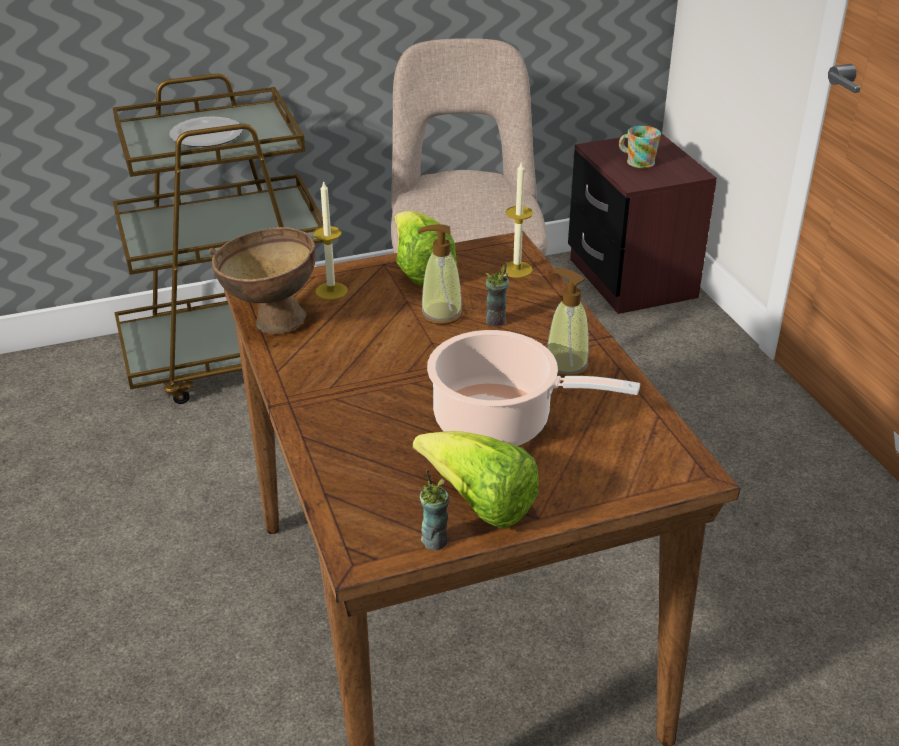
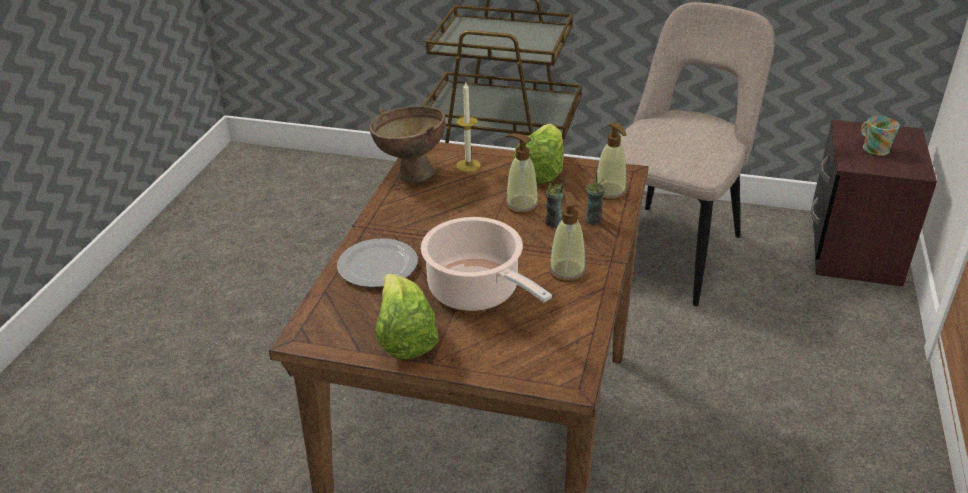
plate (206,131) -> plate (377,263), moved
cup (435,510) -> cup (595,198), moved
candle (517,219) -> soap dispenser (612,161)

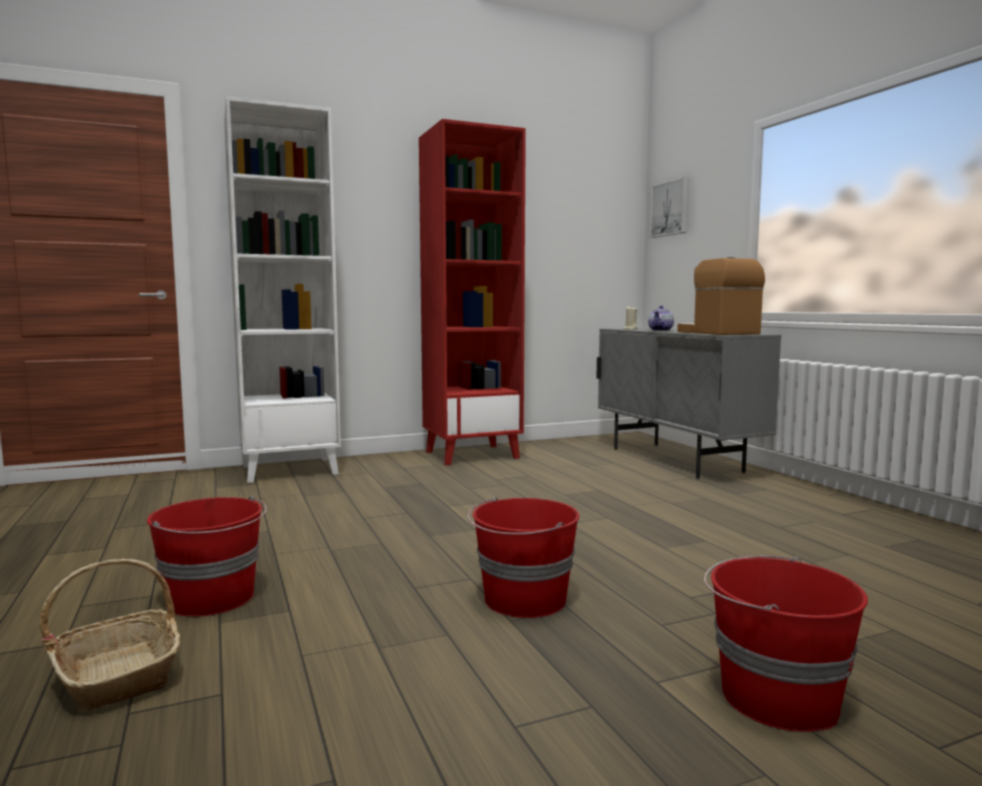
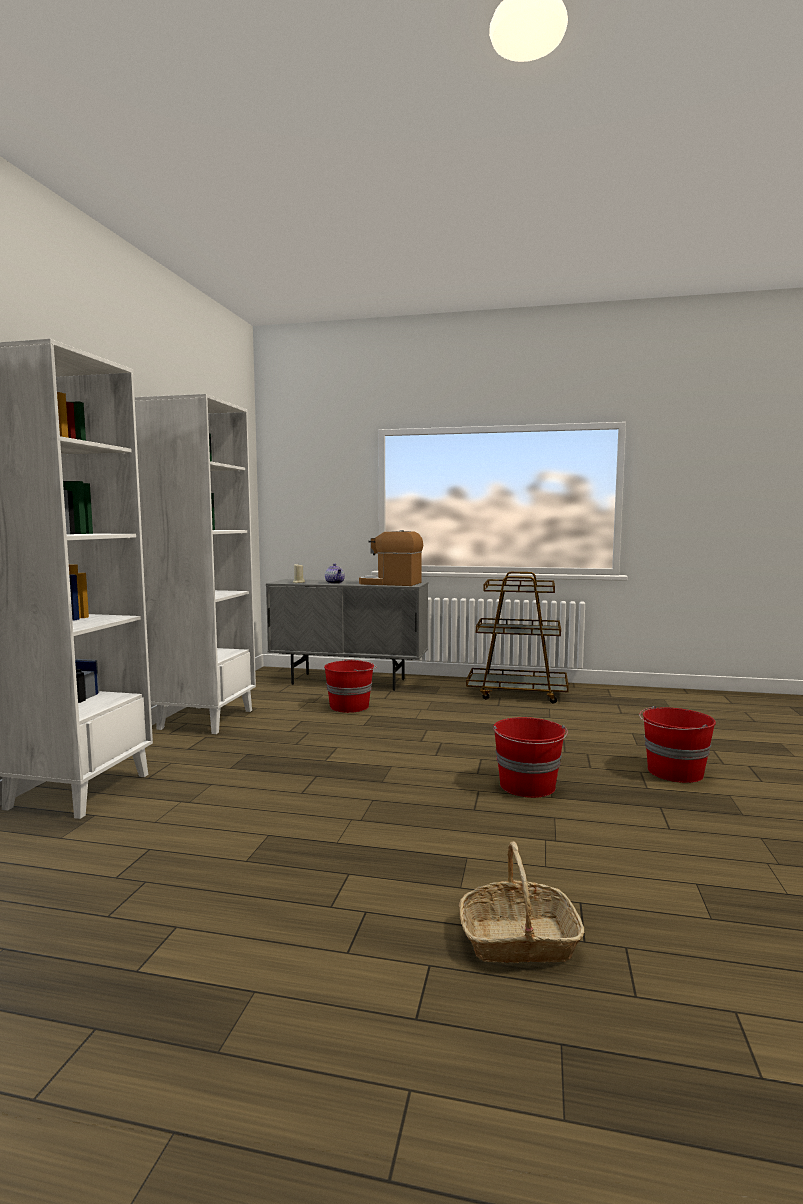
red bucket (207,556) -> red bucket (350,686), moved
red bookcase (472,292) -> white bookcase (195,564)
picture (669,208) -> none
none -> brown cart (517,637)

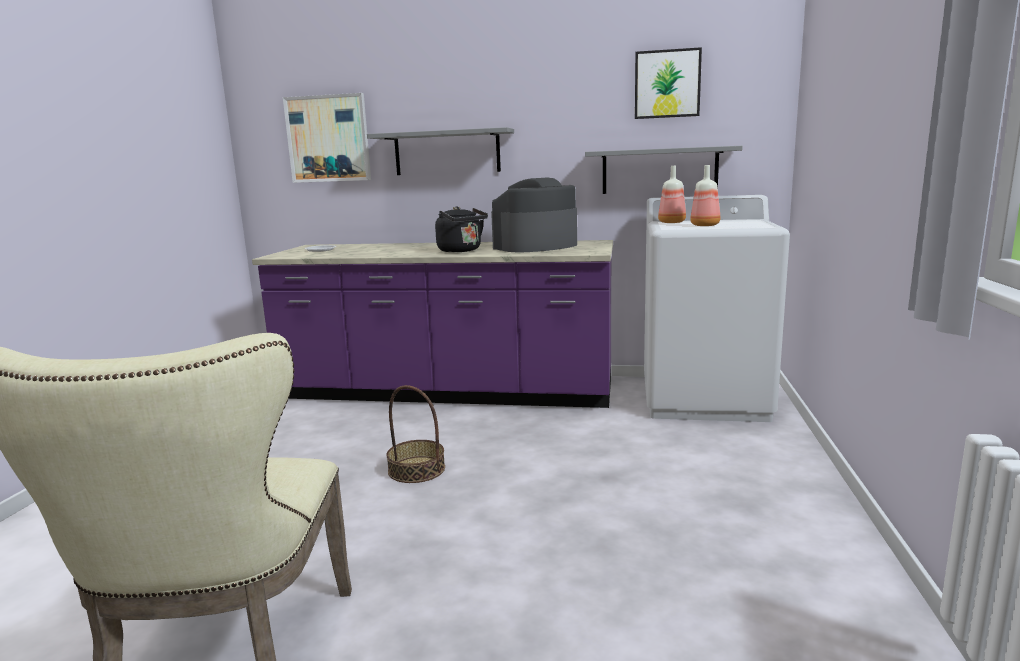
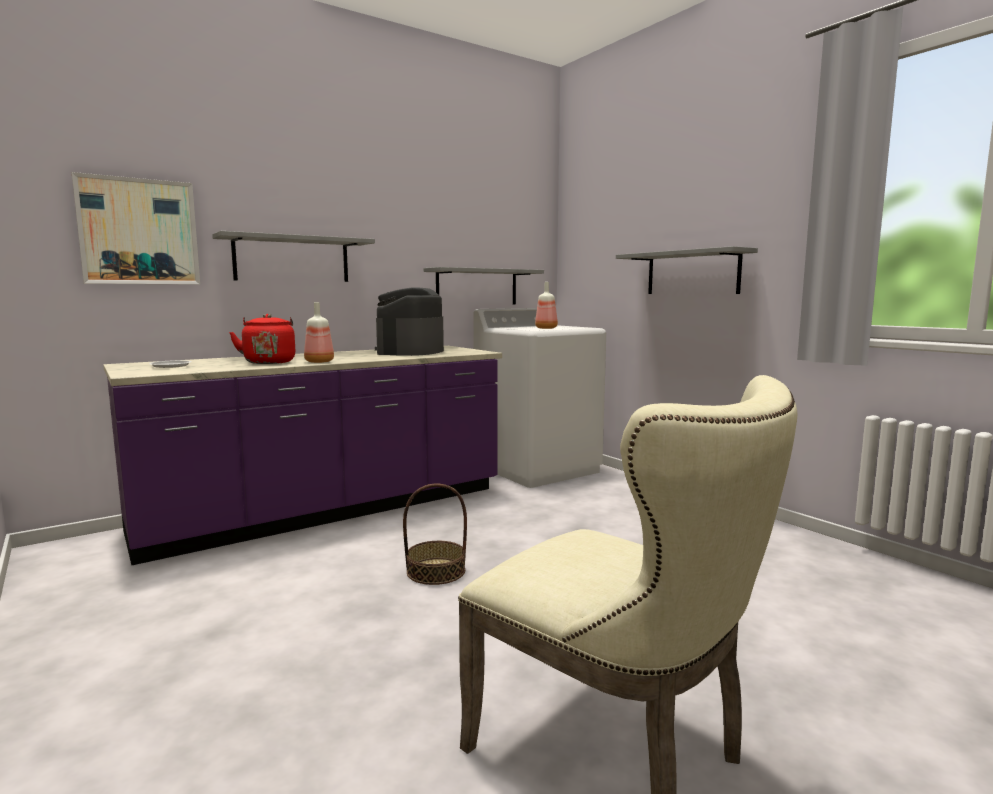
black kettle (461,229) -> none
picture (668,83) -> none
bottle (672,194) -> bottle (319,332), moved
none -> red kettle (262,339)
none -> grey shelf (687,270)

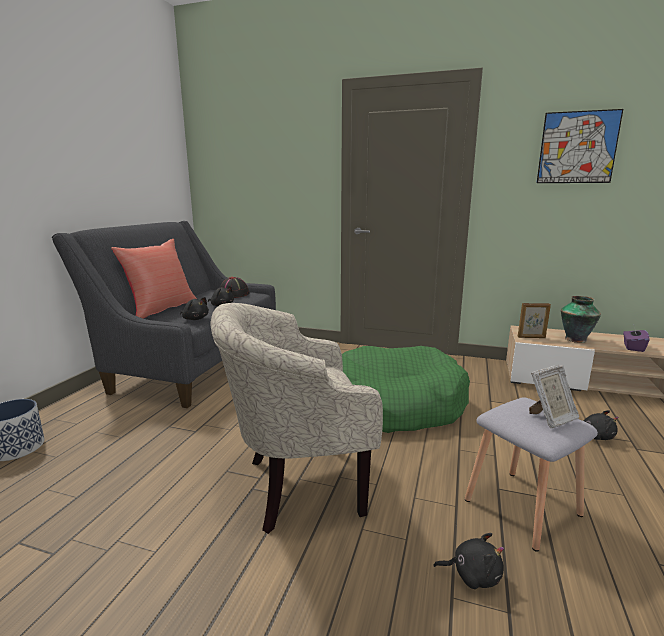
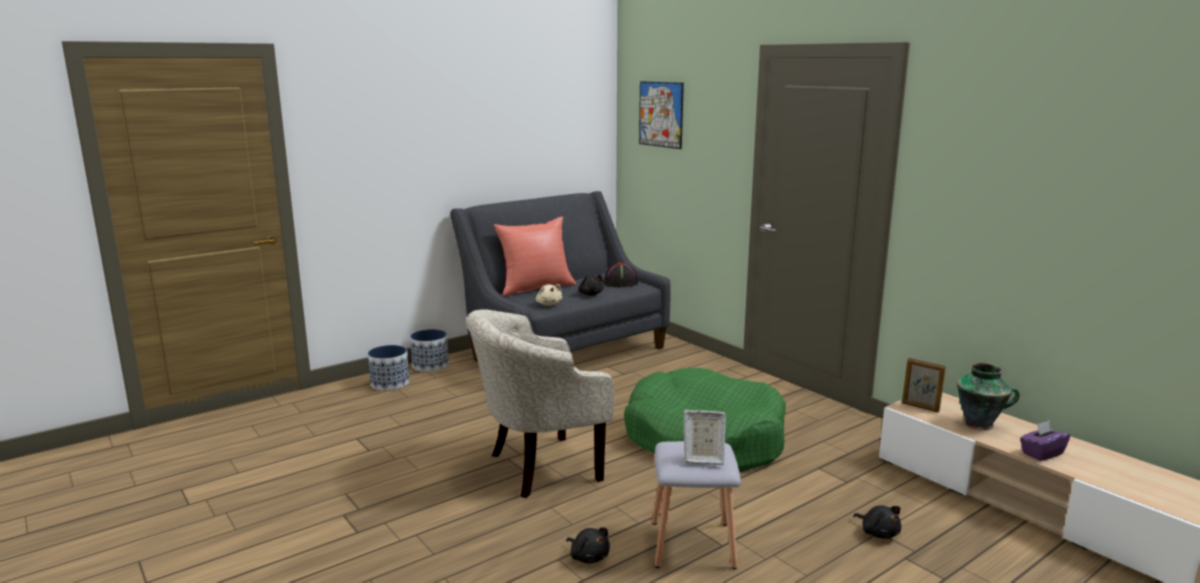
black plush toy (194,308) -> beige plush toy (549,295)
beige armchair (296,418) -> beige armchair (540,403), 45 degrees counterclockwise
picture (580,146) -> picture (661,115), moved
none -> planter (429,350)

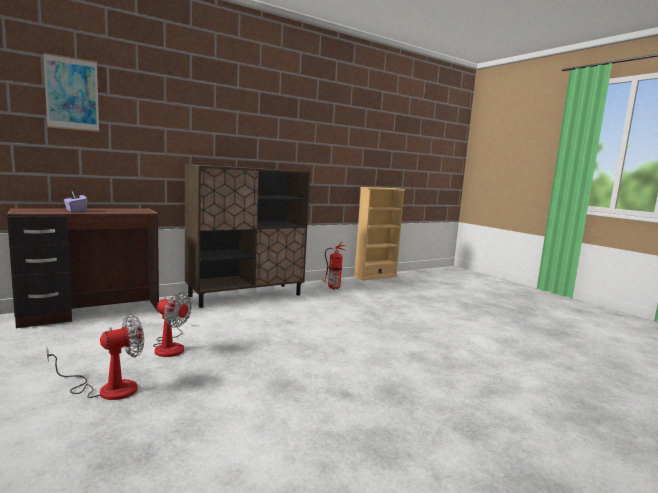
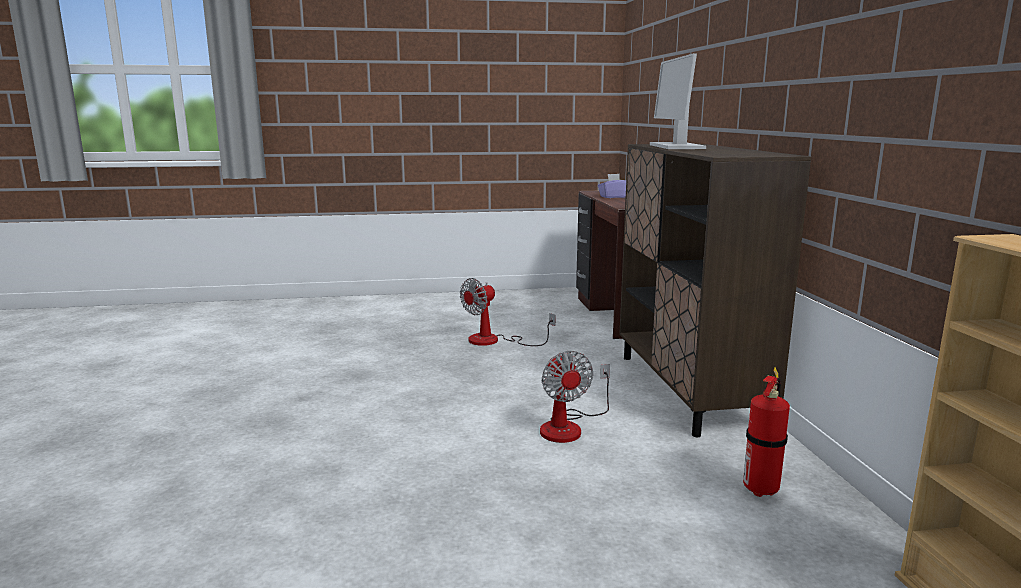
picture (71,92) -> none
fan (95,357) -> fan (575,397), moved
none -> monitor (678,101)

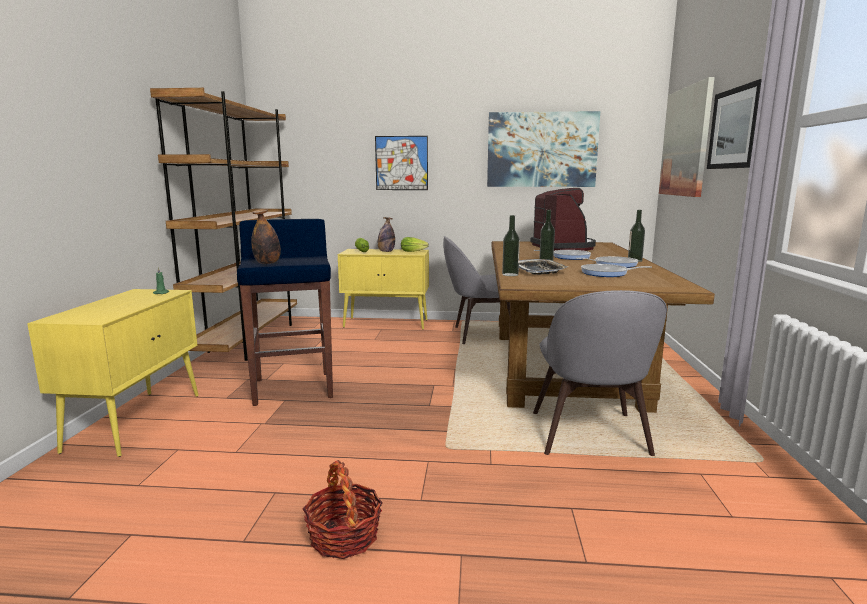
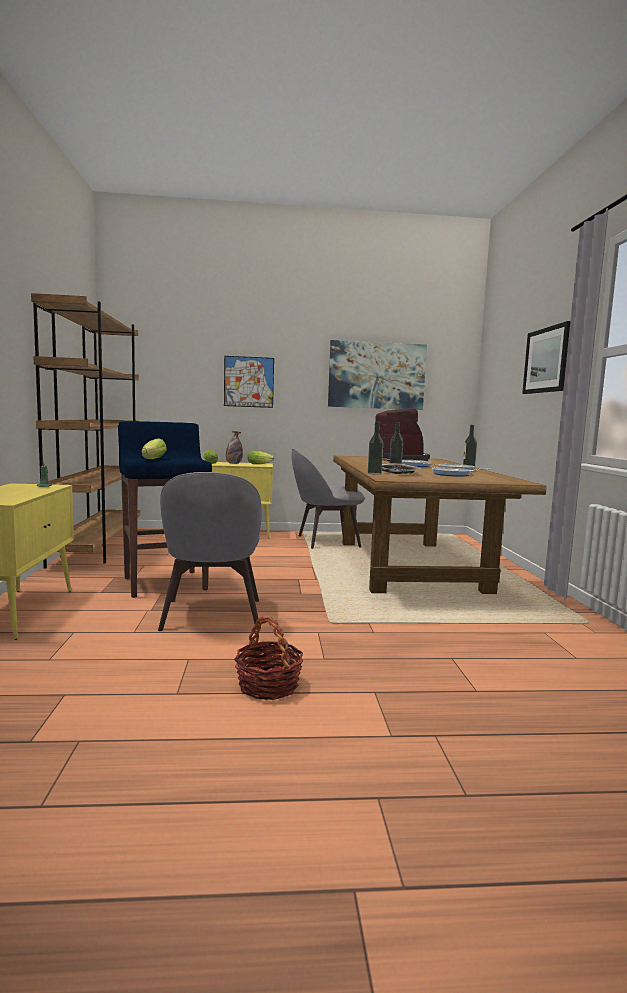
bottle (266,236) -> lettuce (154,448)
grey chair (600,373) -> grey chair (209,551), moved
picture (687,137) -> none

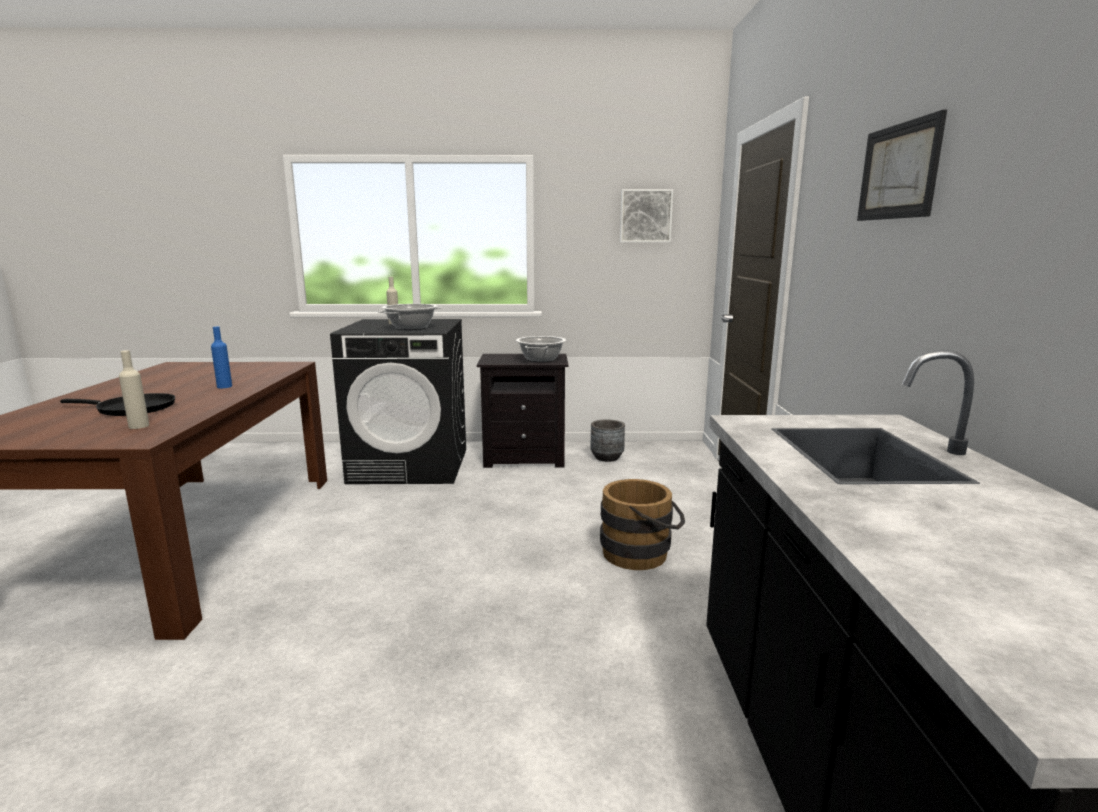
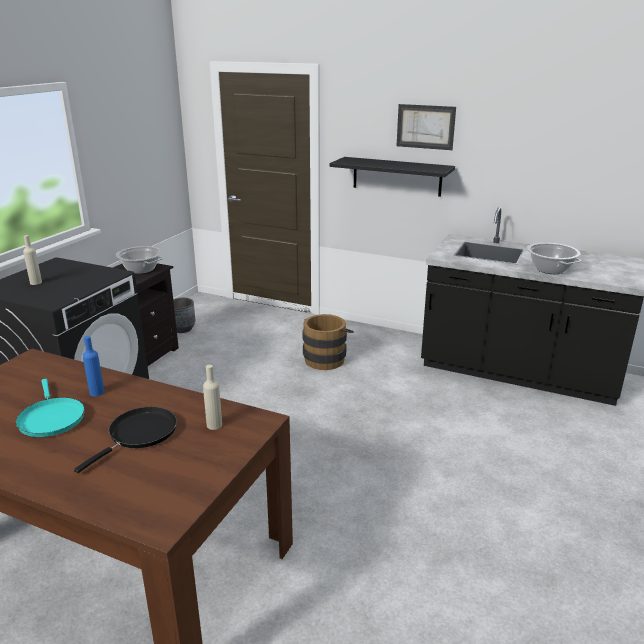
cooking pot (409,317) -> cooking pot (554,258), moved
picture (646,216) -> none
none -> turquoise frying pan (50,408)
none -> black shelf (392,177)

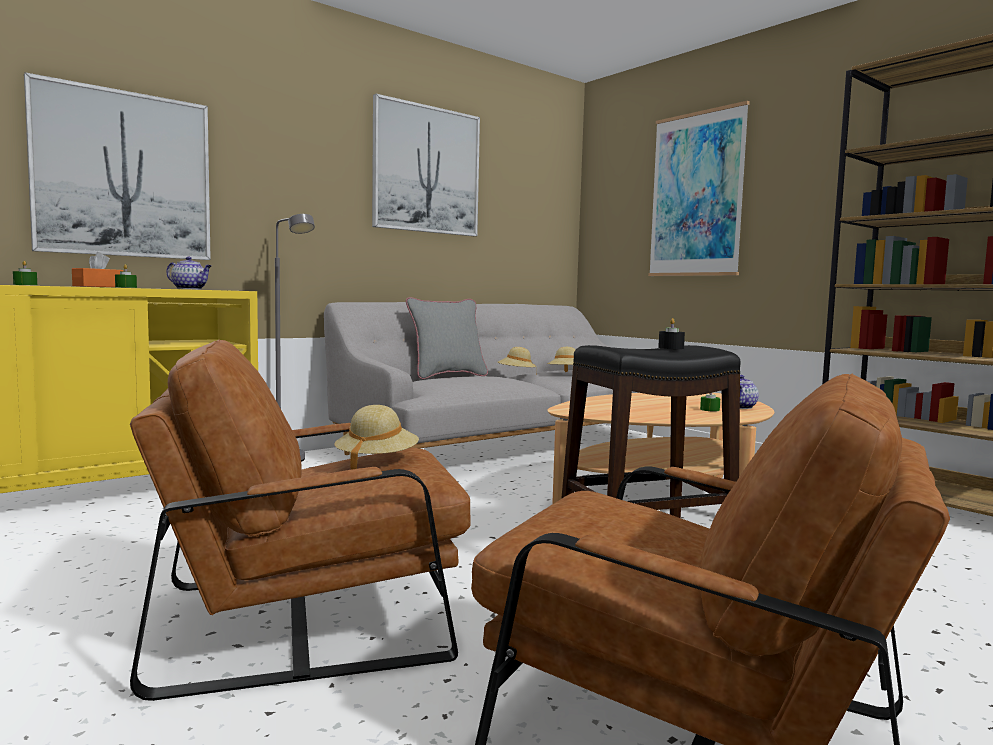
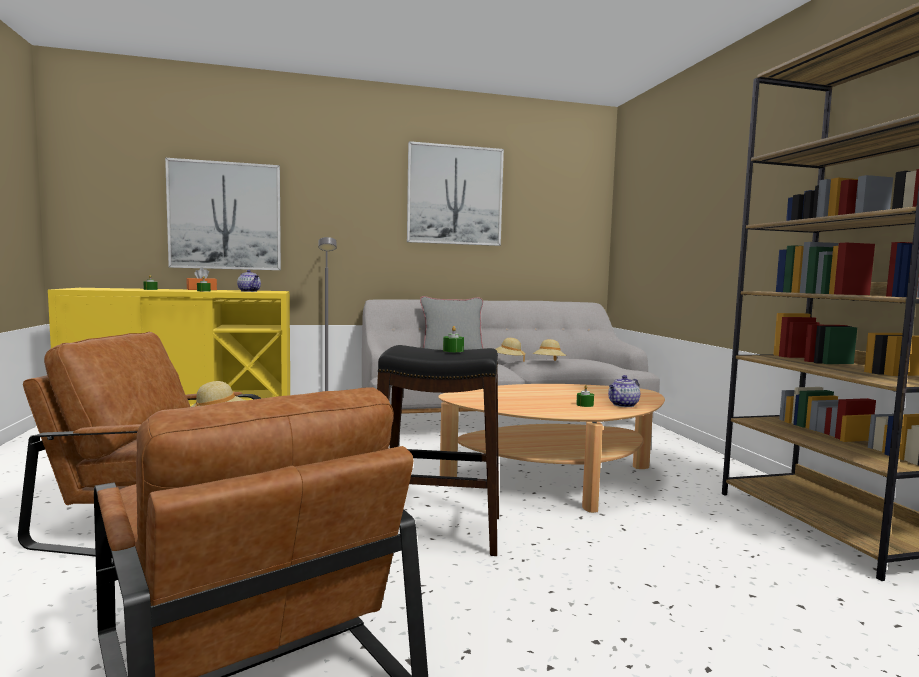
picture (699,188) -> none
black candle (671,333) -> green candle (453,339)

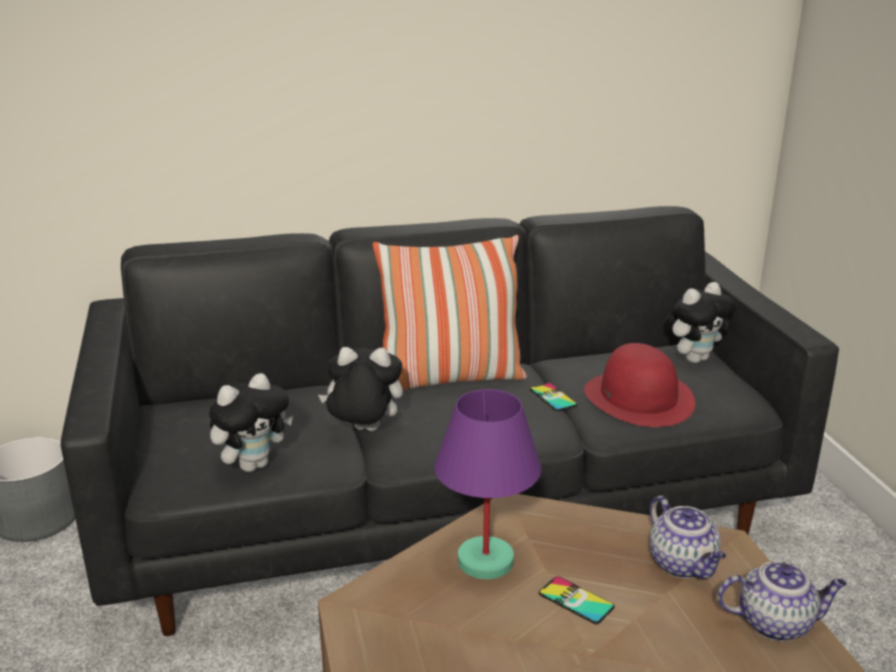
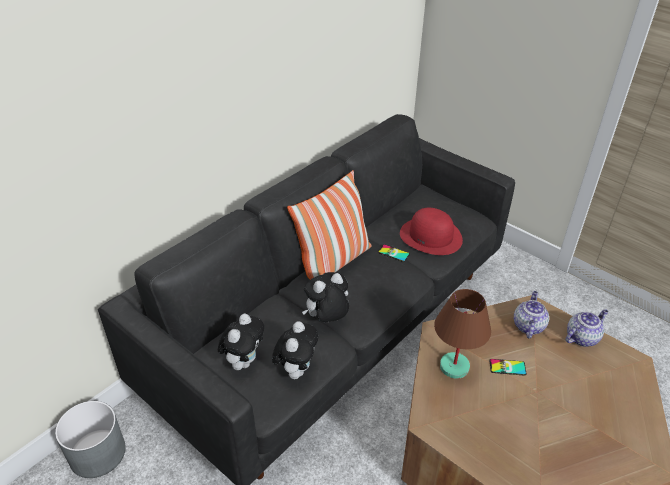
purple table lamp (487,484) -> brown table lamp (462,334)
teapot (687,537) -> teapot (531,314), 105 degrees counterclockwise
plush toy (700,322) -> plush toy (241,342), moved

